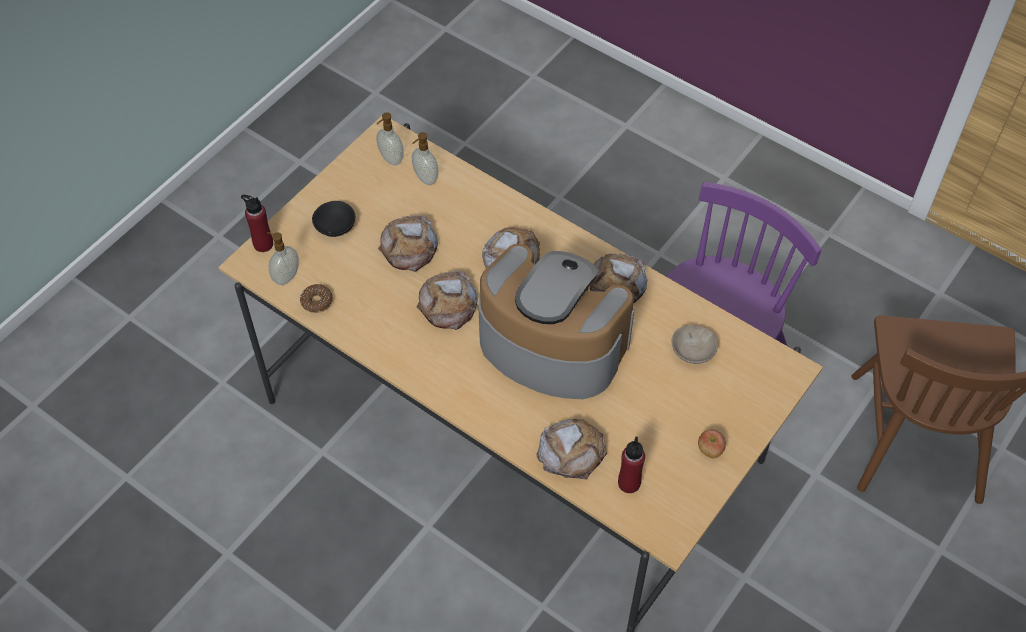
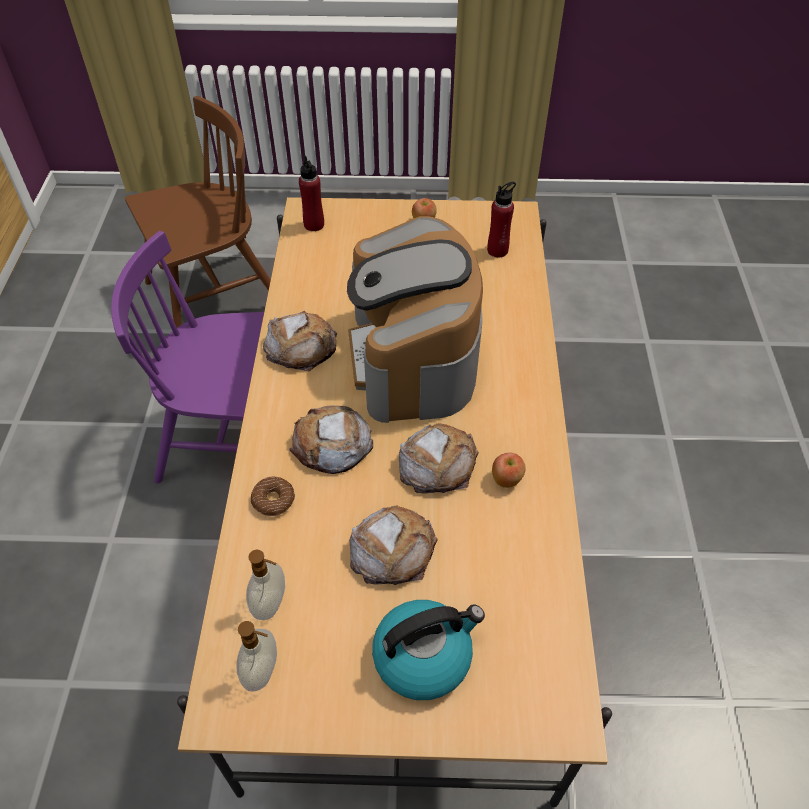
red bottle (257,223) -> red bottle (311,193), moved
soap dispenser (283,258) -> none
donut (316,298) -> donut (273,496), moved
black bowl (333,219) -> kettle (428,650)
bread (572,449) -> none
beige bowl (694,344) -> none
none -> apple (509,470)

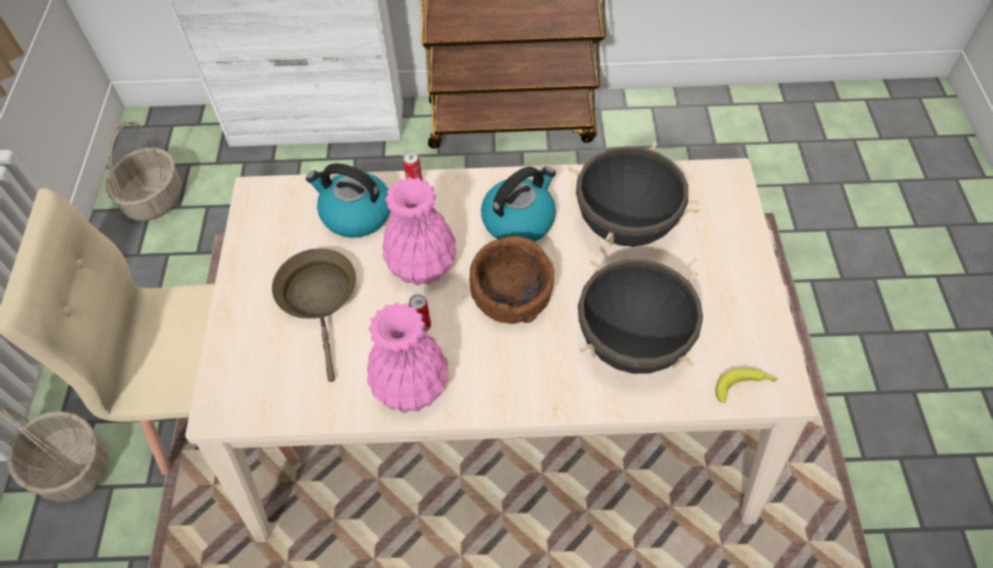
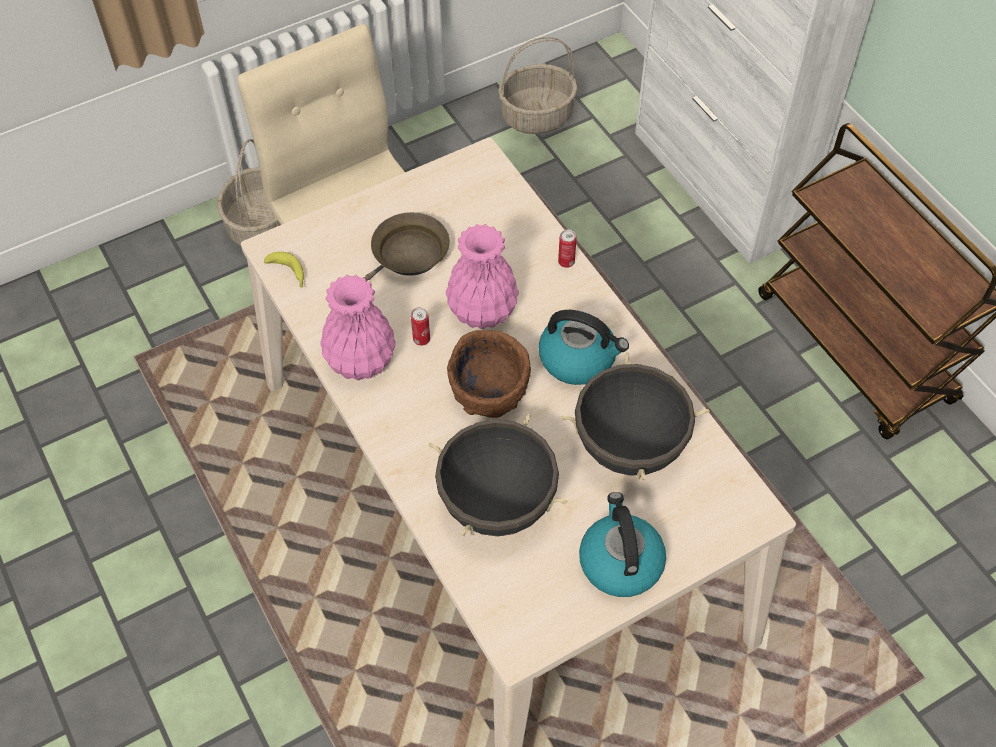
kettle (348,200) -> kettle (622,544), moved
banana (746,385) -> banana (284,270), moved

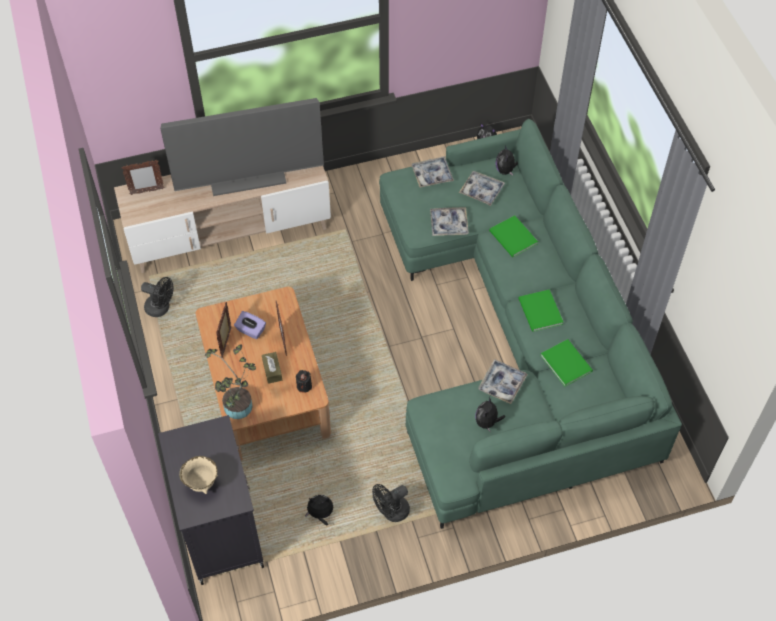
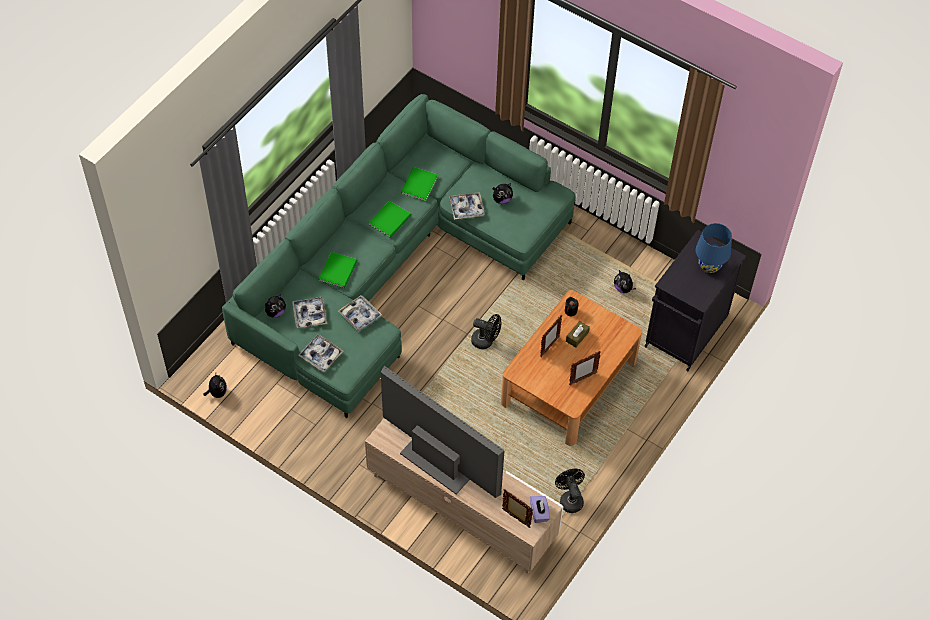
beige bowl (198,475) -> blue table lamp (714,248)
potted plant (230,382) -> none
purple tissue box (250,325) -> purple tissue box (540,509), moved
black fan (391,503) -> black fan (486,331), moved

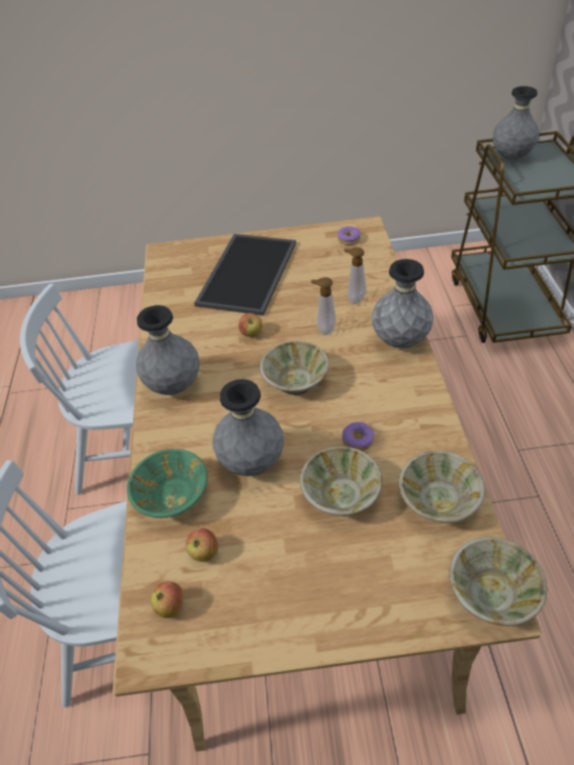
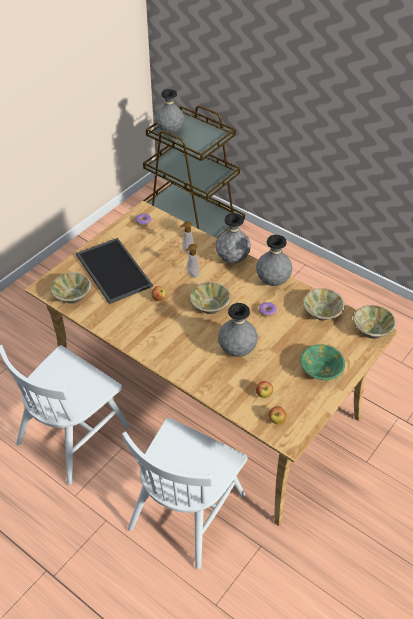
green bowl (167,483) -> green bowl (322,362), moved
grey vase (168,350) -> grey vase (274,260), moved
beige bowl (341,481) -> beige bowl (70,288), moved

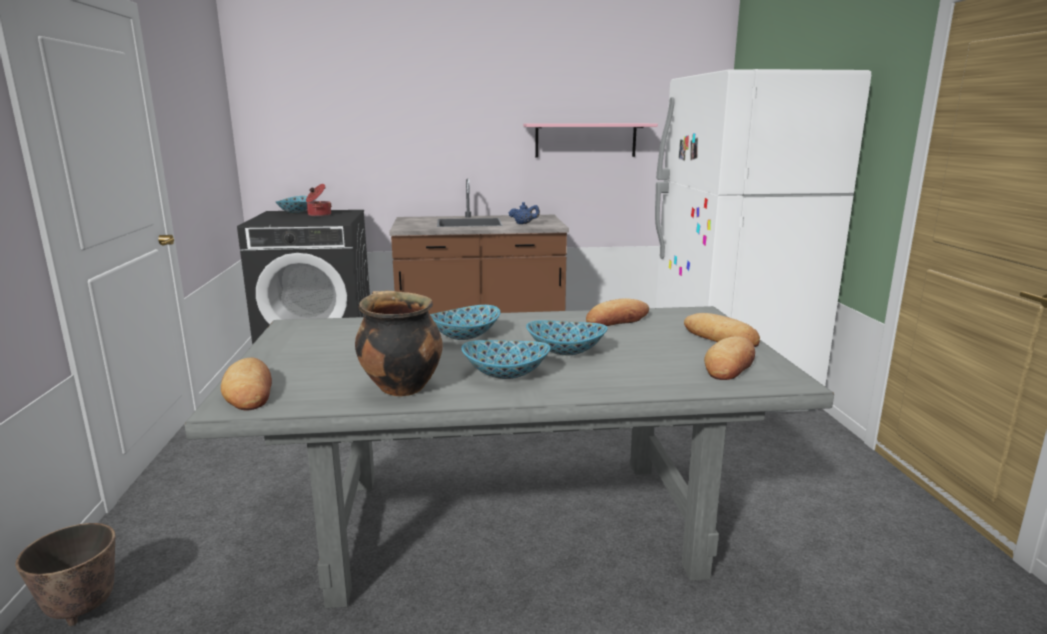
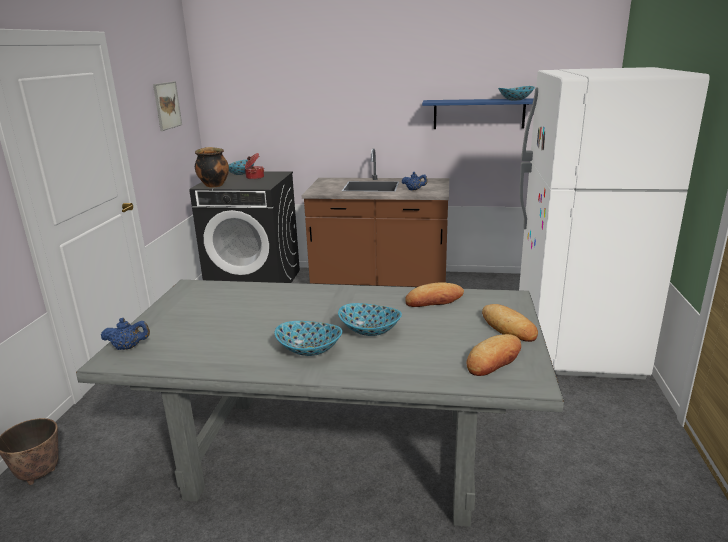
bread (246,384) -> blue teapot (125,334)
cooking pot (399,343) -> cooking pot (212,167), moved
bowl (465,322) -> bowl (516,93), moved
pink shelf (590,140) -> blue shelf (478,113)
none -> picture (167,106)

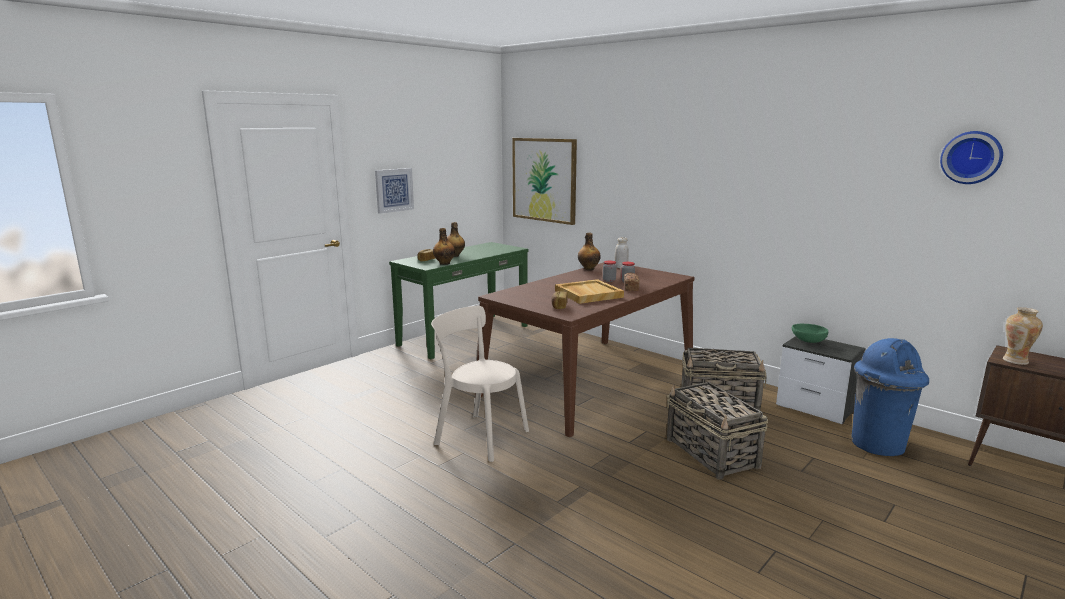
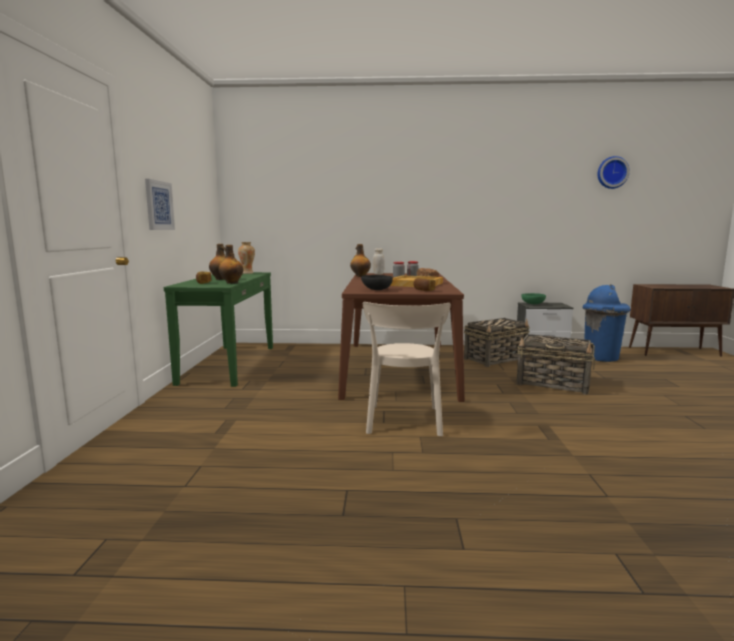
beige chair (480,384) -> beige chair (407,369), 75 degrees counterclockwise
picture (544,181) -> none
vase (1023,336) -> vase (246,258), moved
none -> black bowl (377,282)

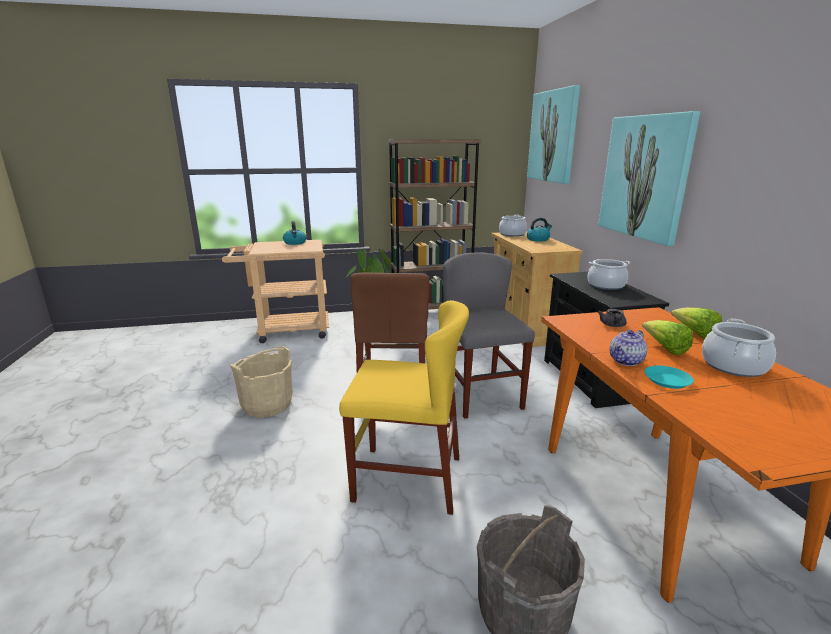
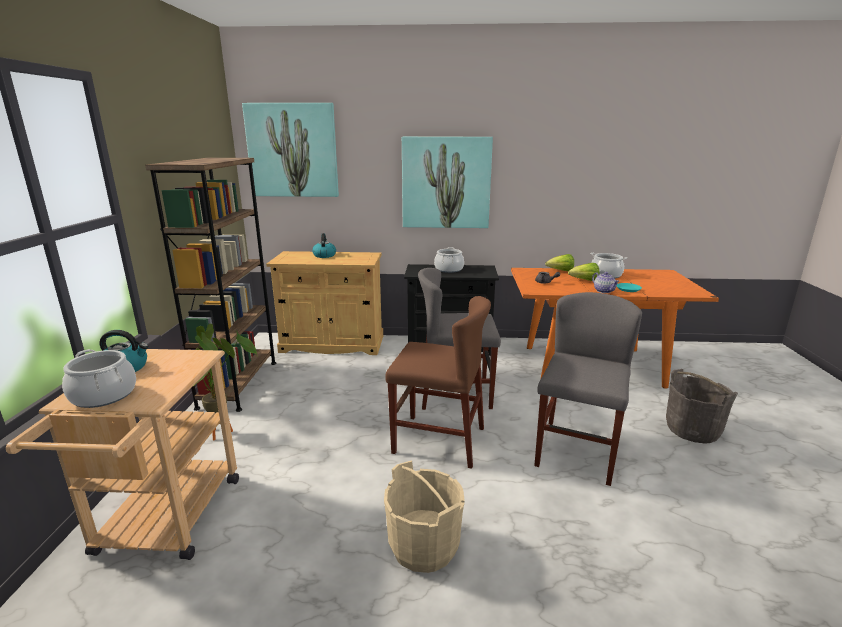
yellow chair (404,407) -> grey chair (588,389)
cooking pot (513,226) -> cooking pot (99,378), moved

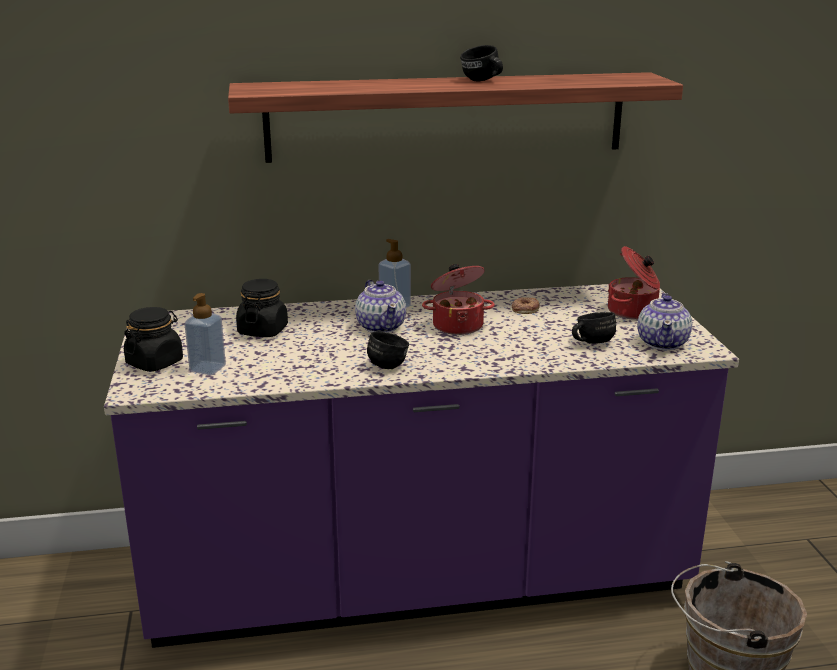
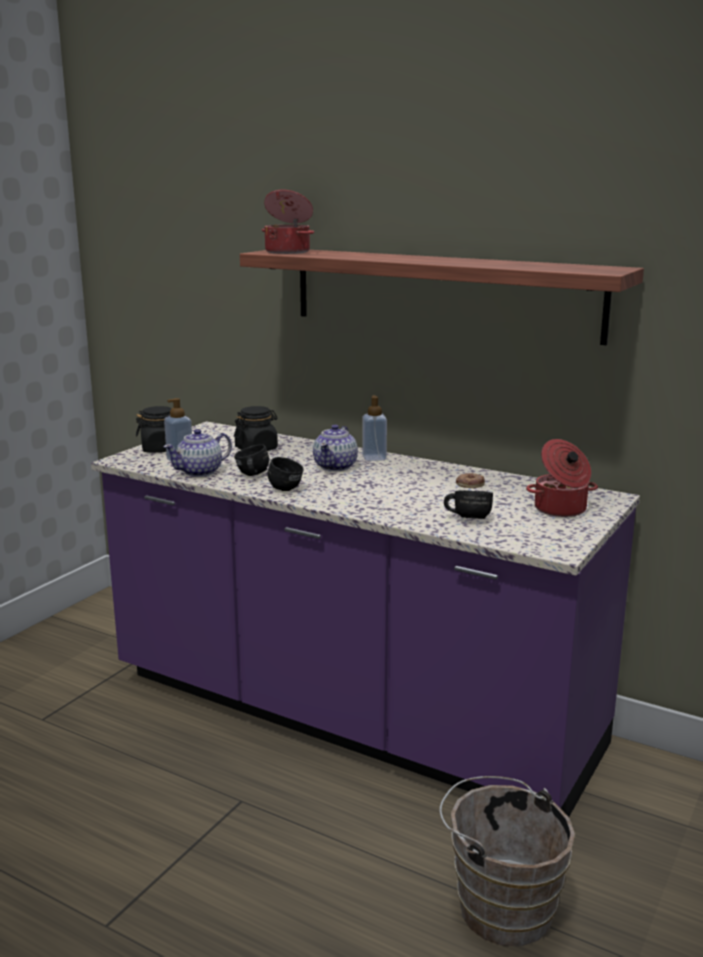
cooking pot (458,299) -> cooking pot (288,222), moved
black mug (481,63) -> black mug (251,460), moved
teapot (664,321) -> teapot (197,453), moved

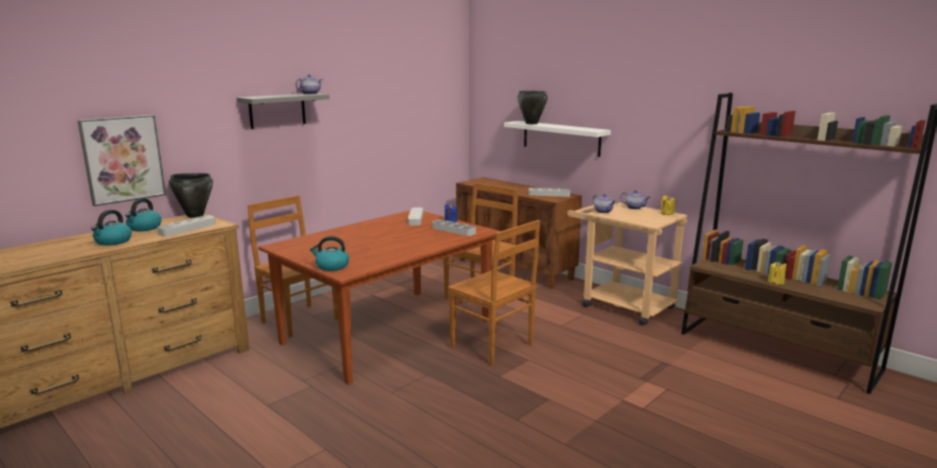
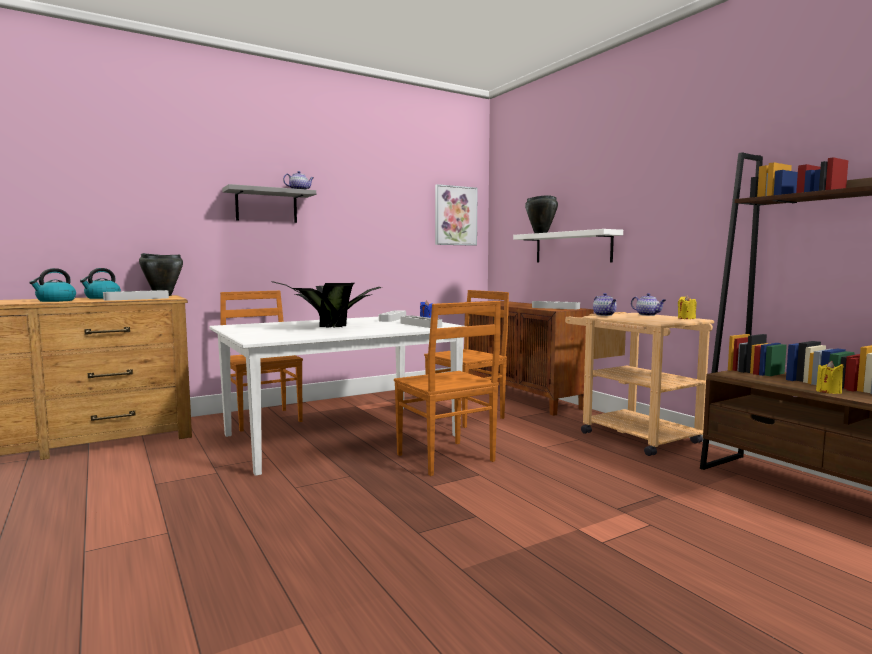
picture (121,160) -> picture (456,215), moved
brown dining table (379,297) -> white dining table (337,396)
kettle (329,253) -> none
none -> potted plant (327,304)

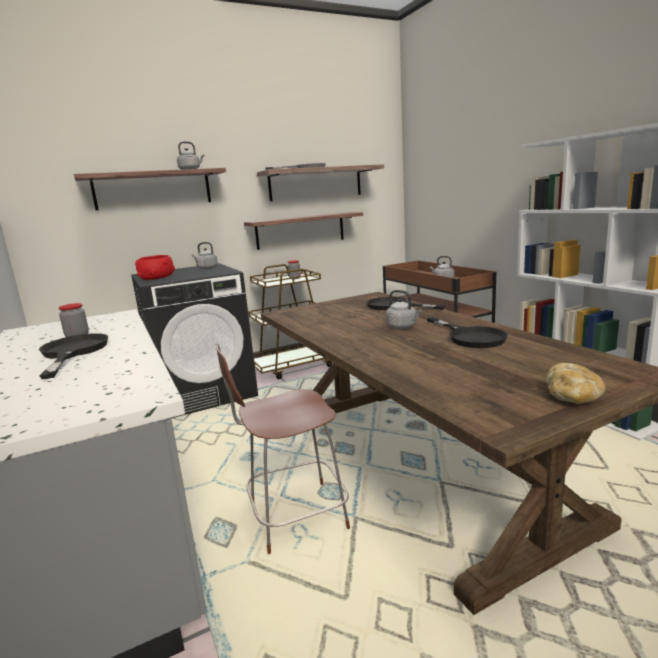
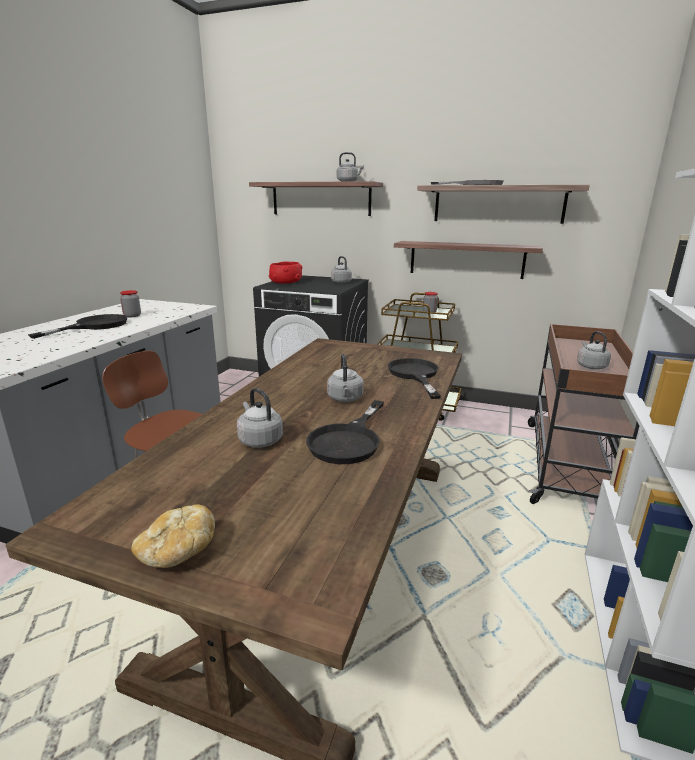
none -> grey kettle (260,418)

